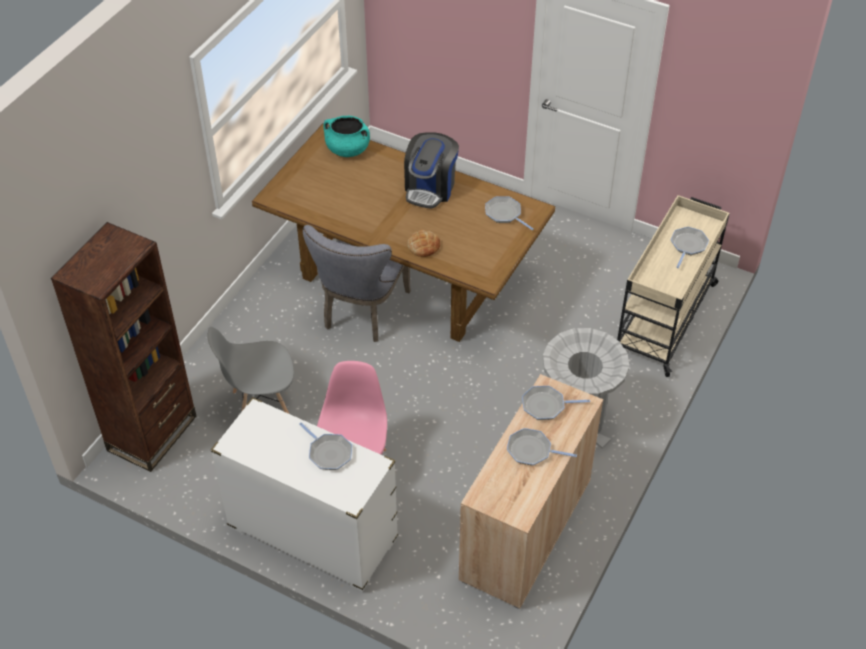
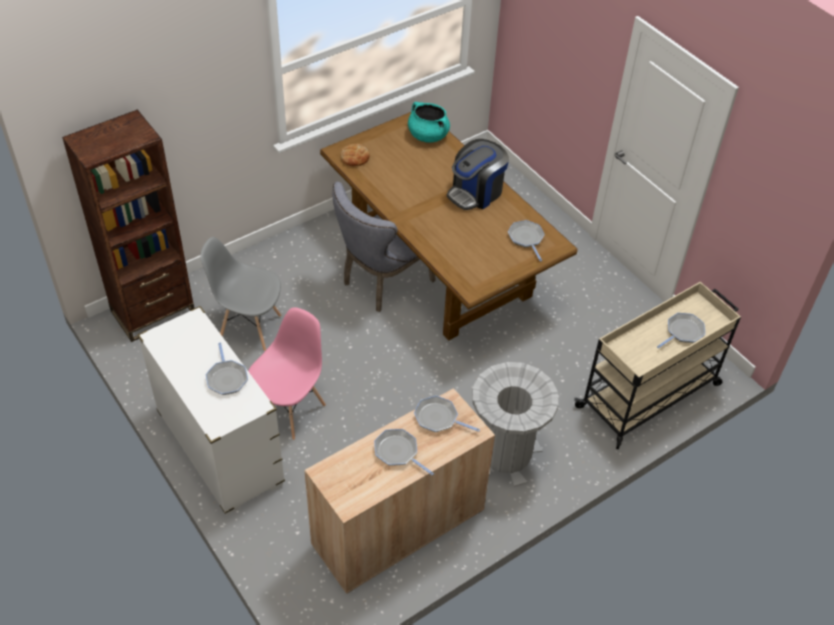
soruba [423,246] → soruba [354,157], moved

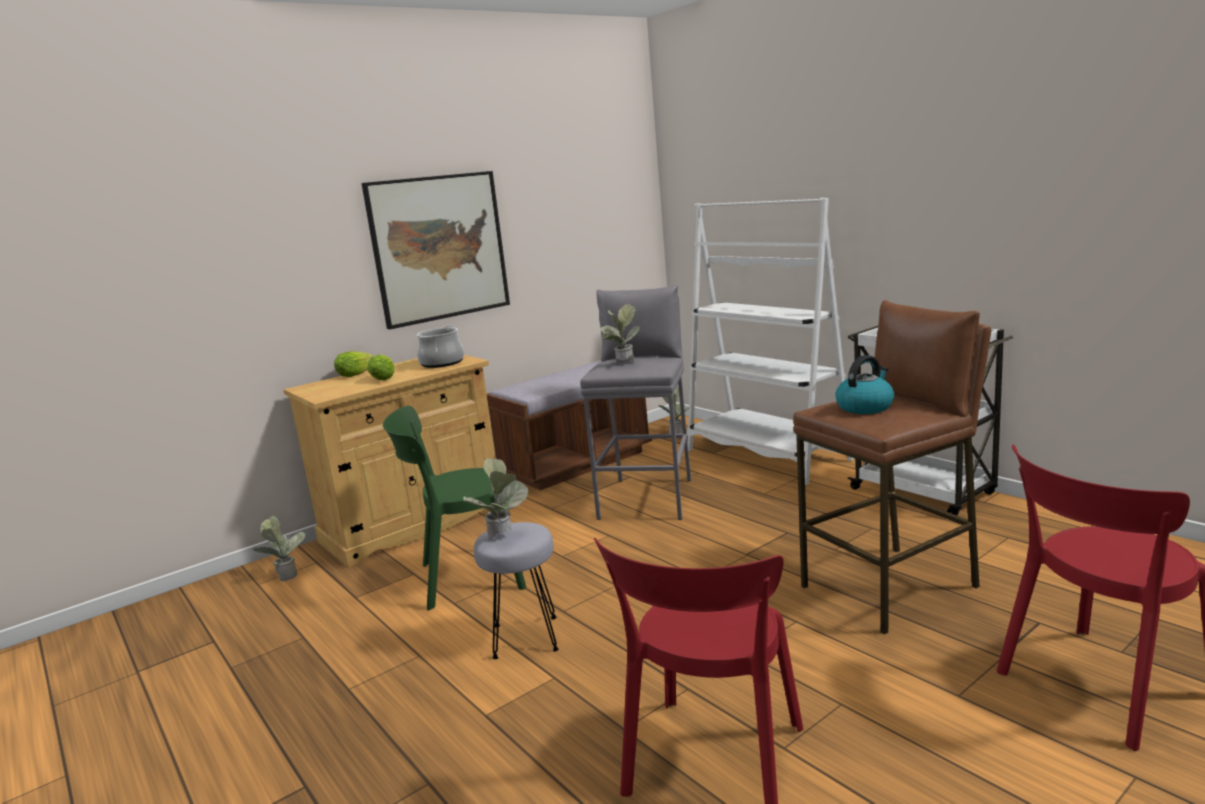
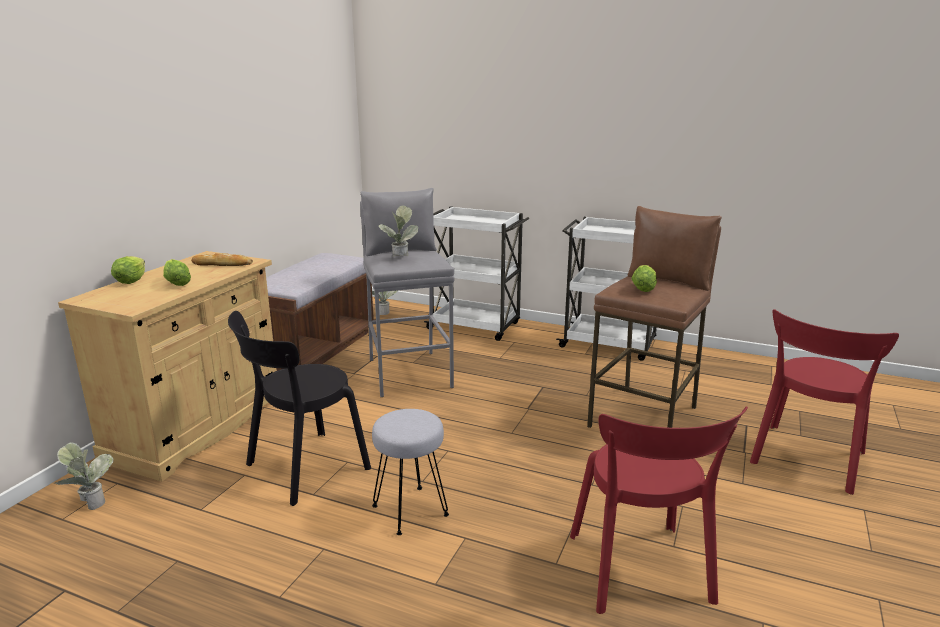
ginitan [439,248] → -
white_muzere [767,455] → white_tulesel [475,326]
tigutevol [442,363] → soruba [222,264]
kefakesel [865,407] → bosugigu [644,287]
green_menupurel [465,577] → black_menupurel [302,469]
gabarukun [503,537] → -

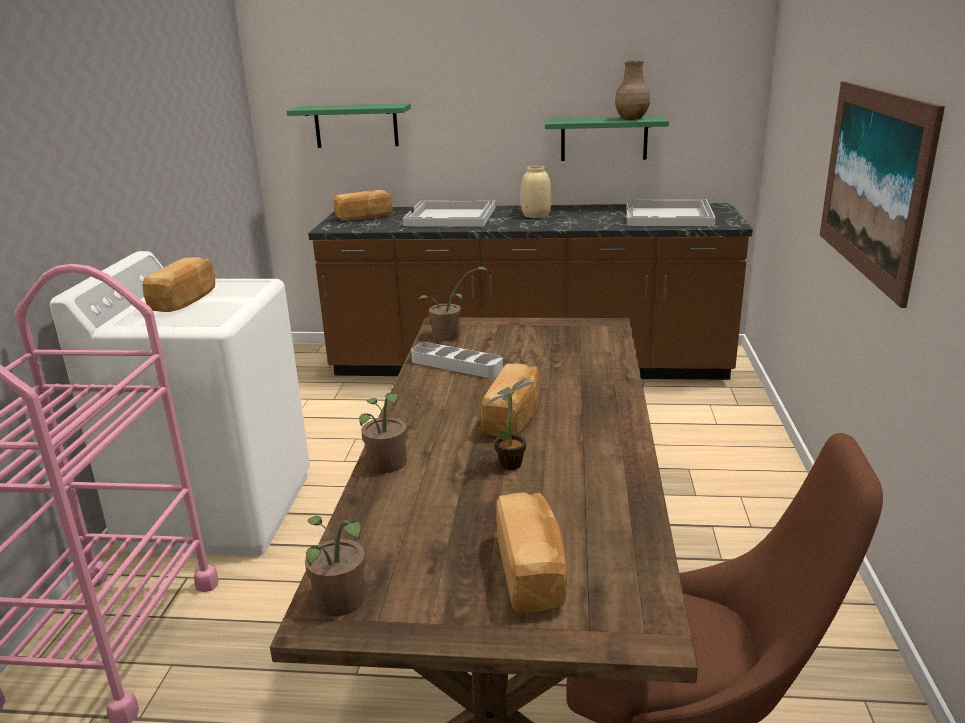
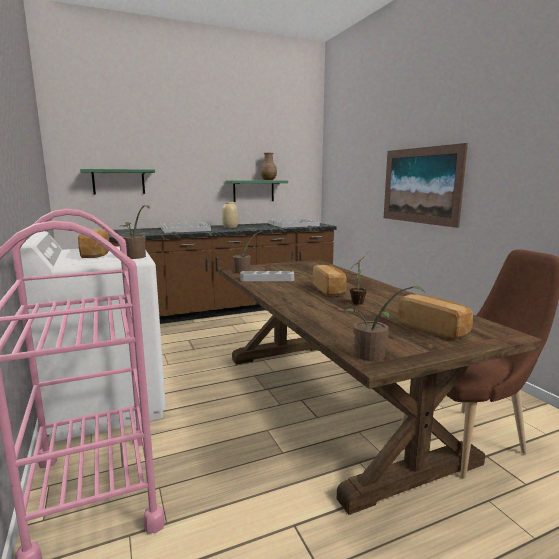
soruba [364,217] → -
gabarukun [386,466] → gabarukun [135,257], moved

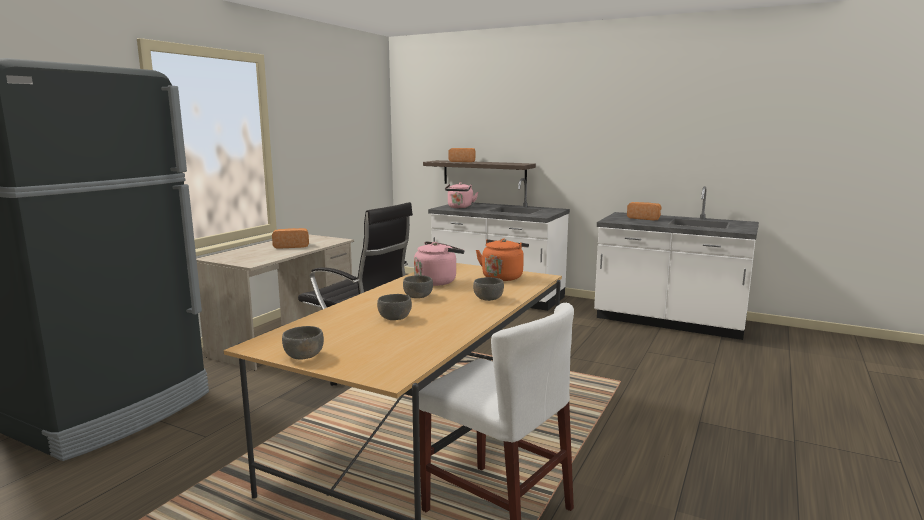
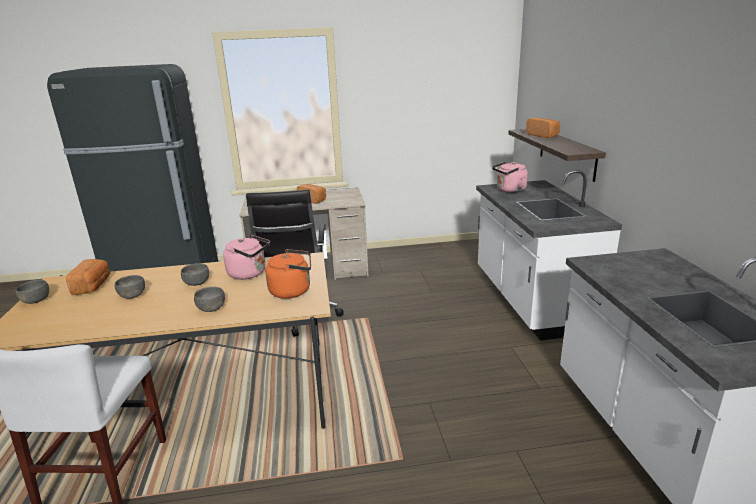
soruba [644,218] → soruba [93,286], moved

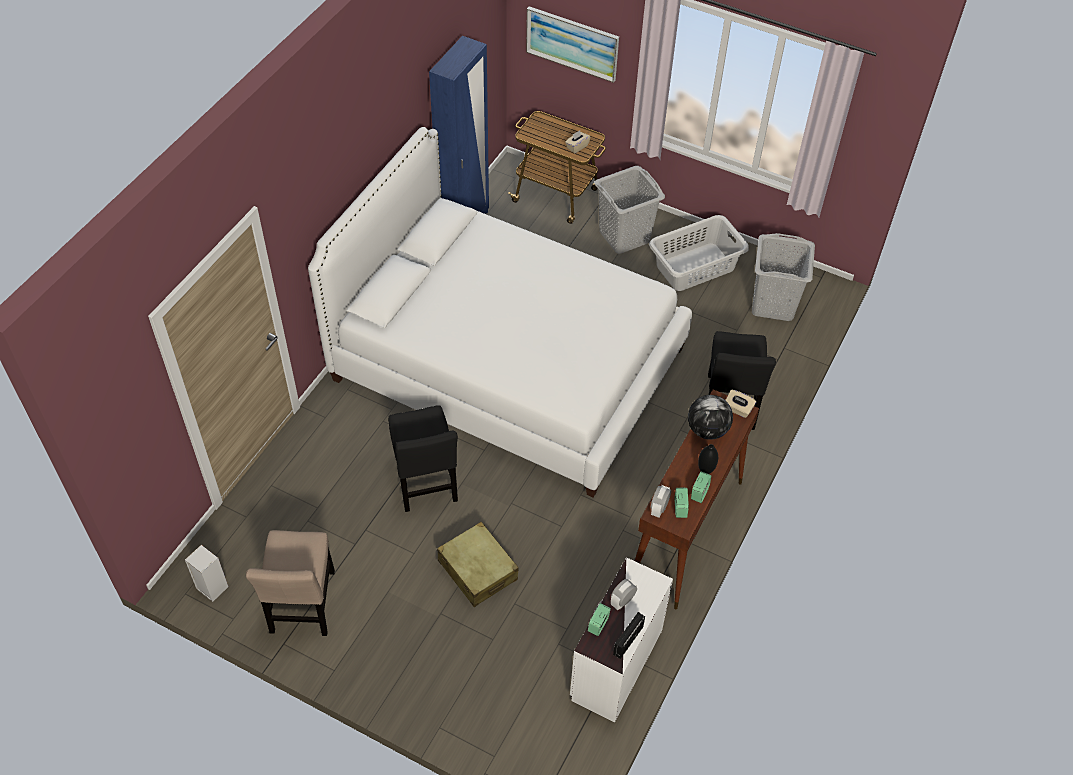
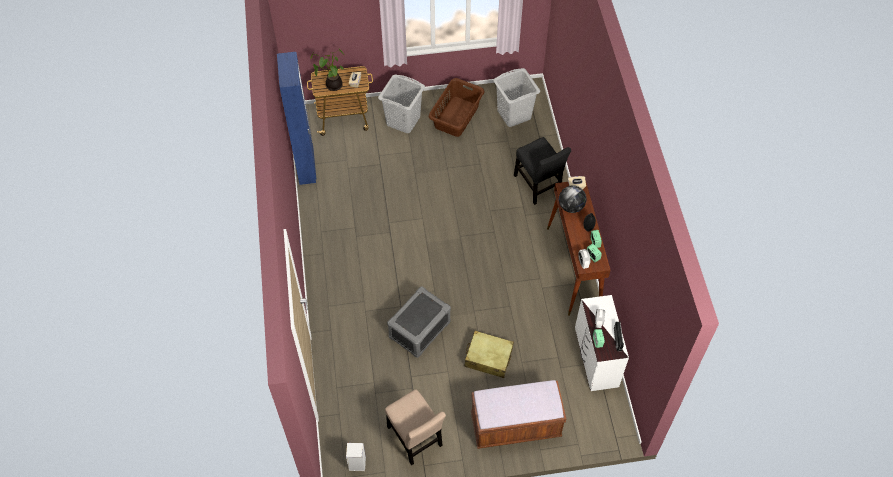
ginitan [572,43] → -
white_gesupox [508,363] → -
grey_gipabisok [696,267] → brown_gipabisok [457,116]
black_menupurel [425,482] → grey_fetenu [419,329]
- → gabarukun [332,85]
- → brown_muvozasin [515,426]

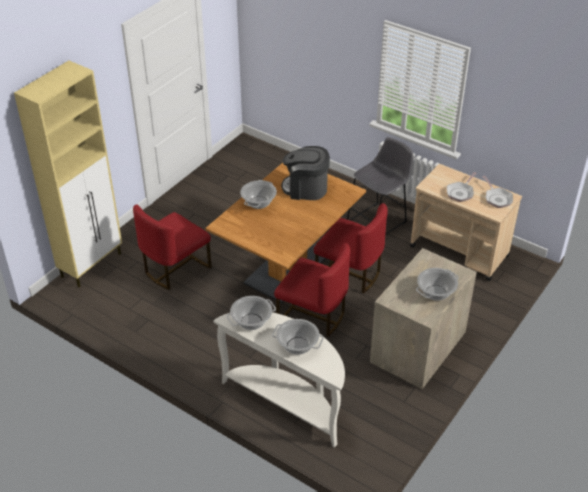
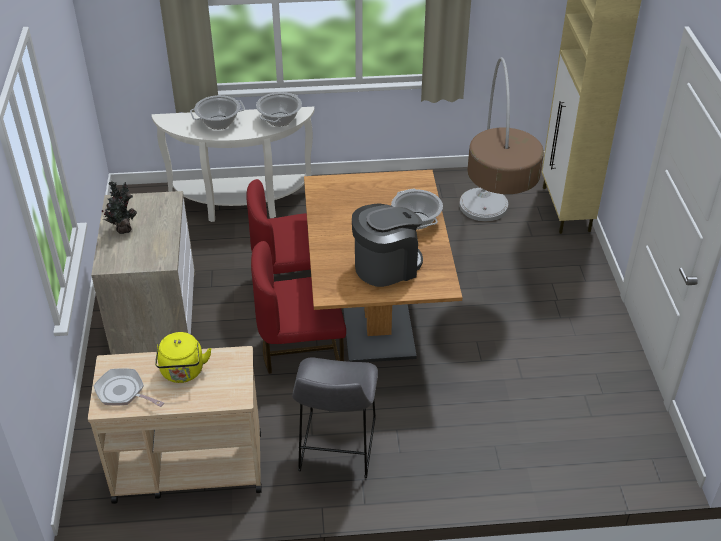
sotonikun [461,192] → yellow_kefakesel [183,372]
red_menupurel [175,268] → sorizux [487,250]
tigutevol [435,293] → gabarukun [123,228]

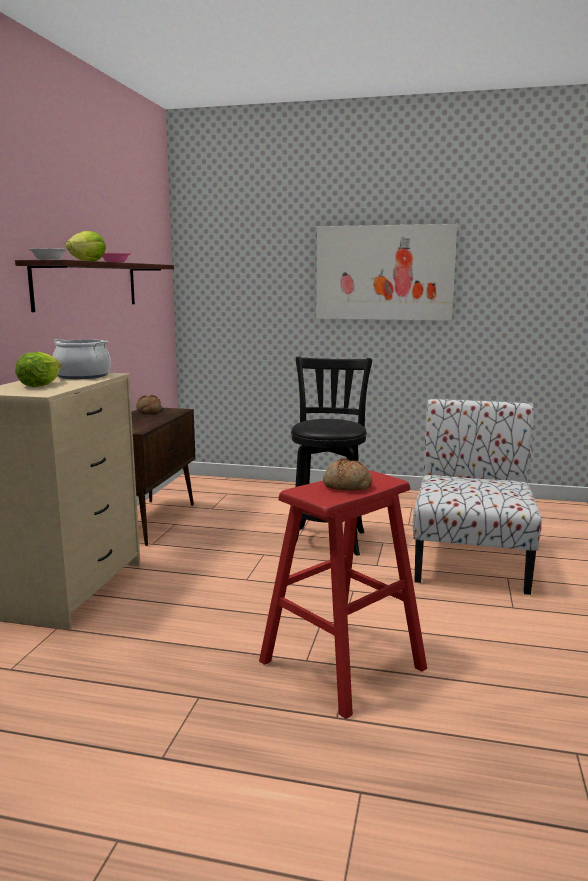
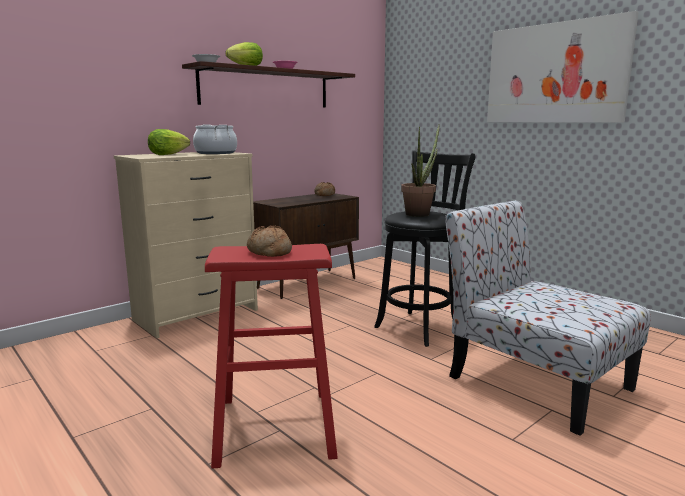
menupurel [470,560] → menupurel [534,381], 90 degrees counterclockwise
- → gabarukun [420,213]

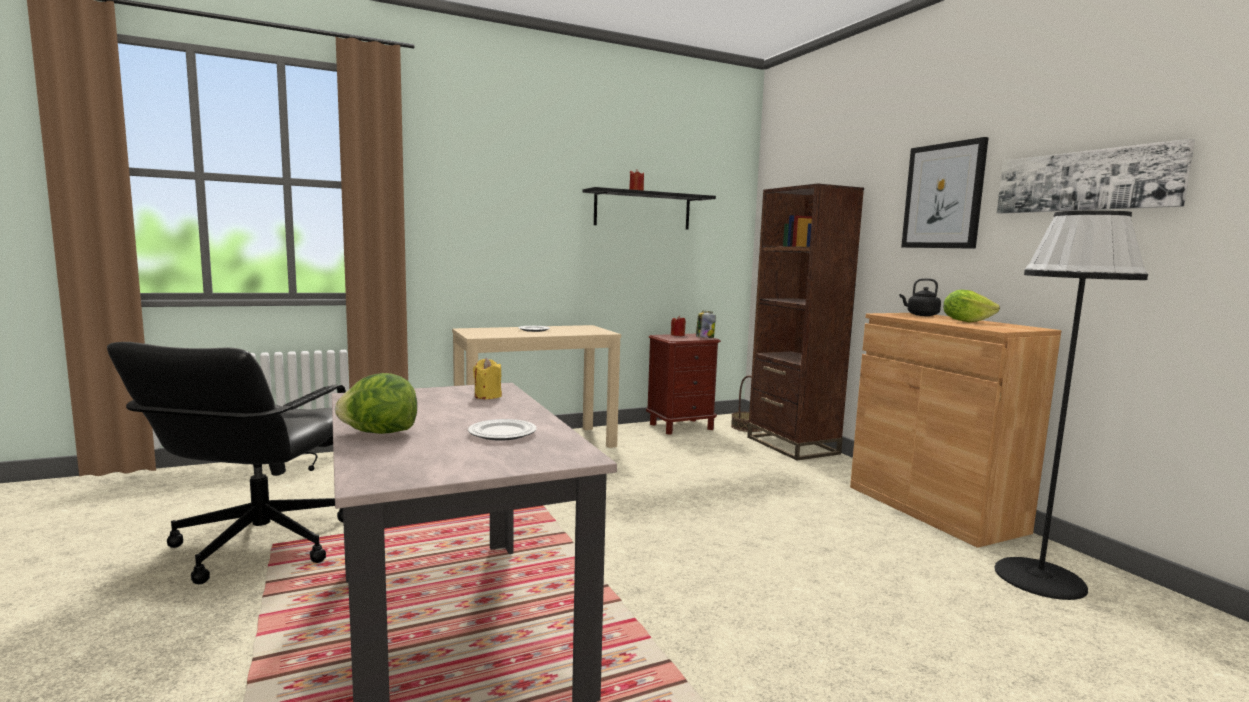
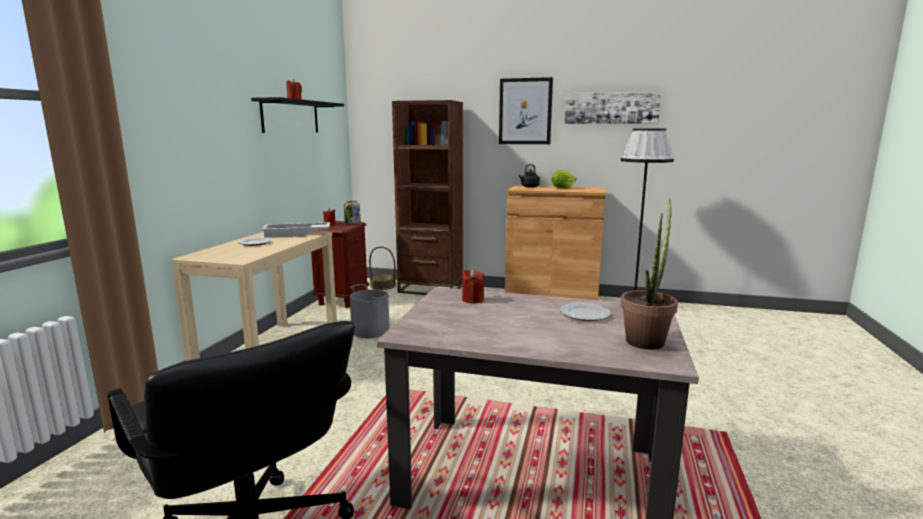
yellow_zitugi [487,396] → red_zitugi [473,300]
bosugigu [379,433] → -
- → gabarukun [647,339]
- → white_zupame [297,234]
- → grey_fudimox [370,331]

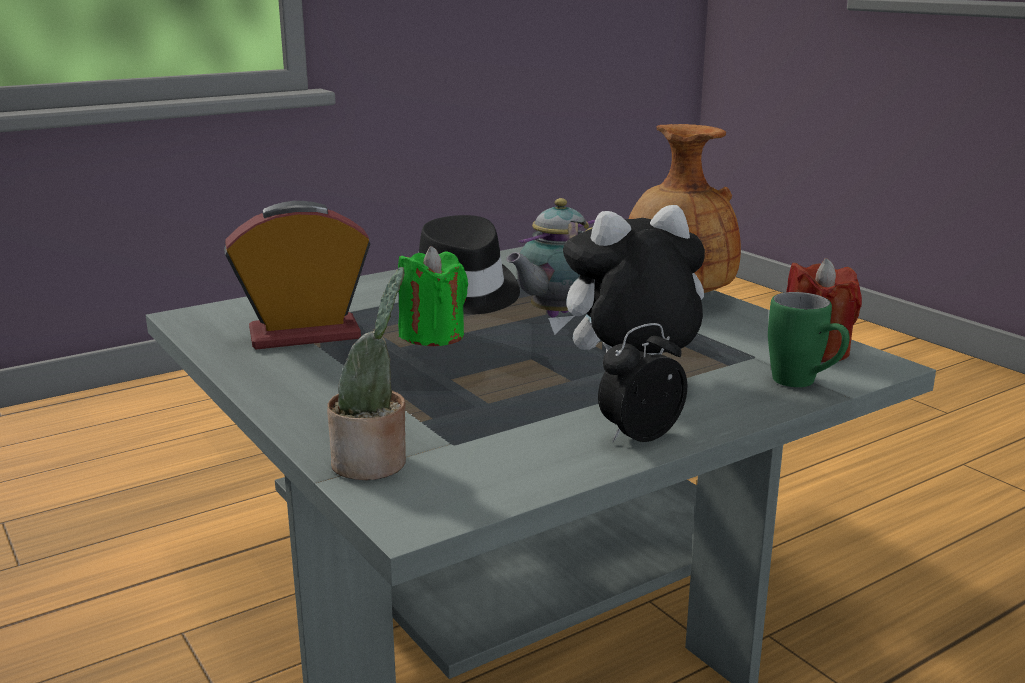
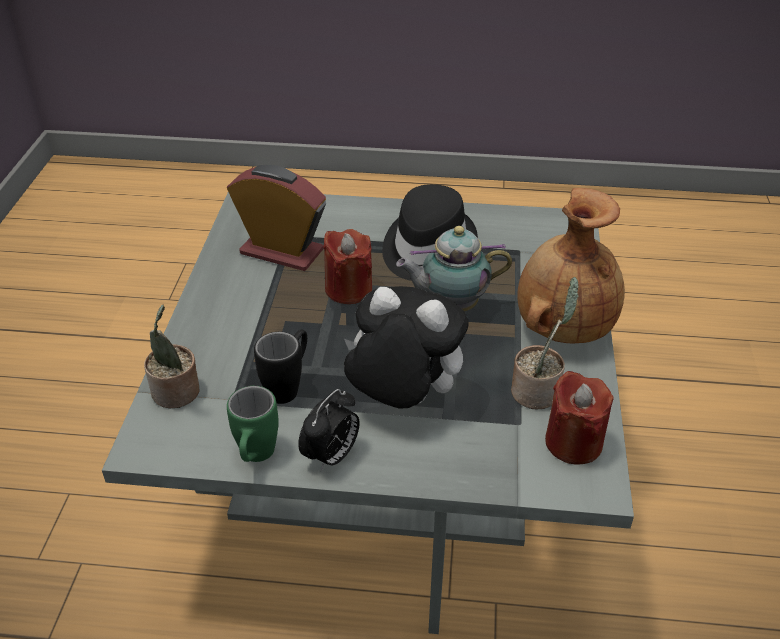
green_zitugi [432,335] → red_zitugi [348,289]
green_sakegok [804,384] → green_sakegok [255,458], moved
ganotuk [639,436] → ganotuk [331,456], 120 degrees clockwise
- → gabarukun [538,391]
- → black_sakegok [288,386]

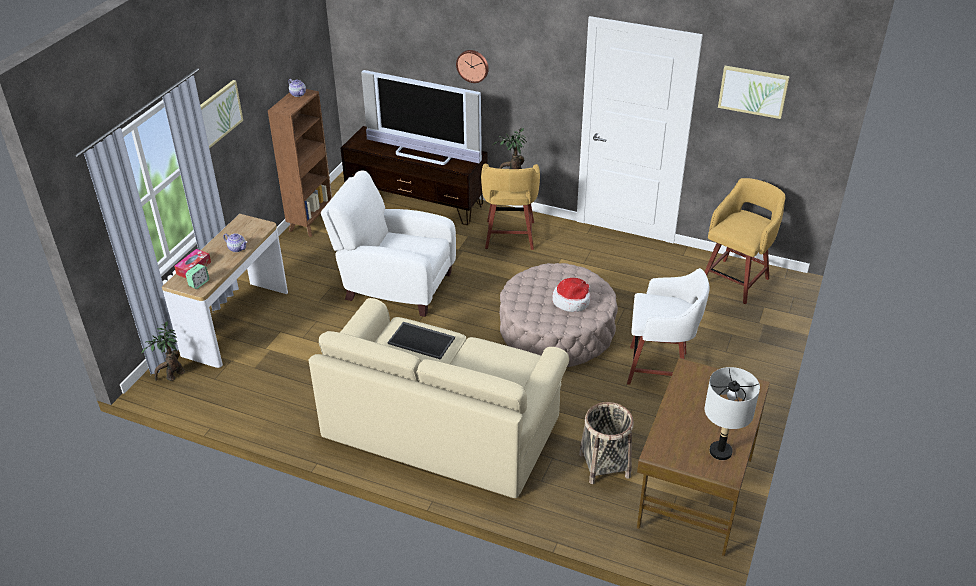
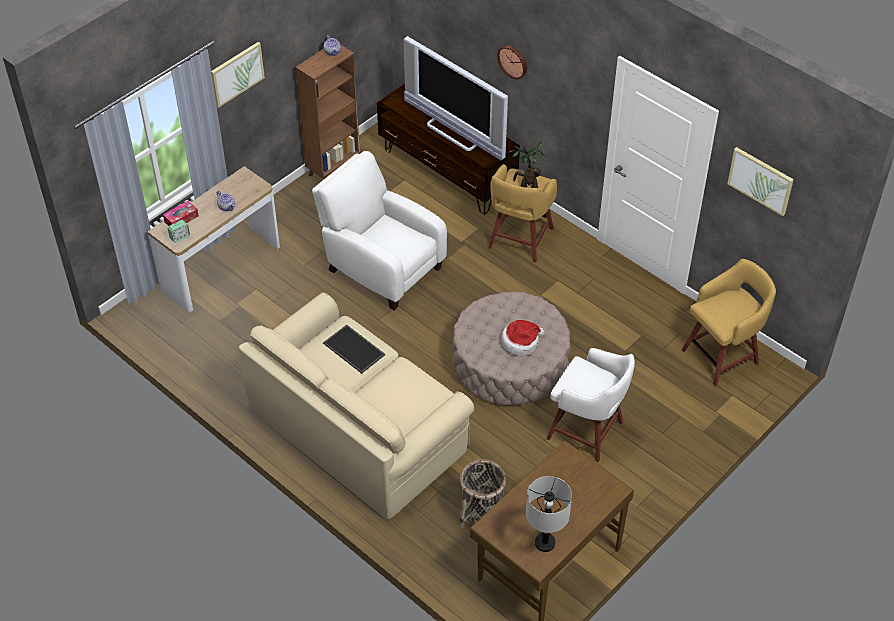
gabarukun [172,376] → -

